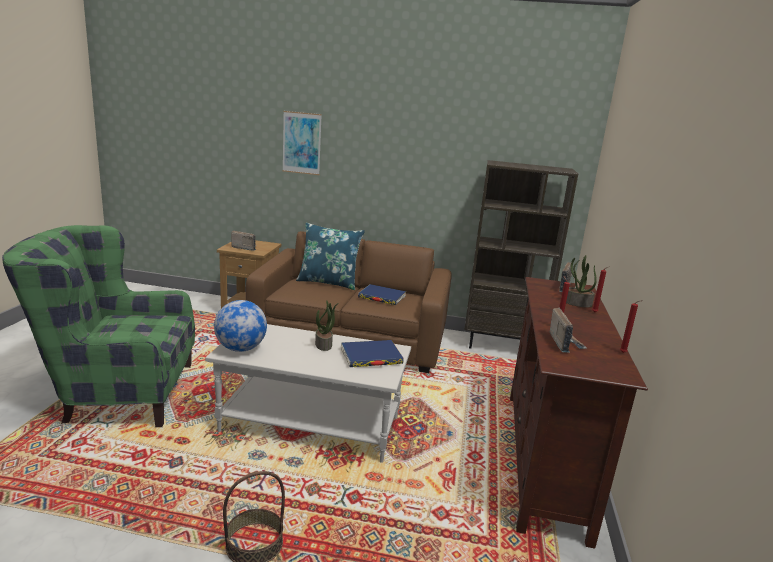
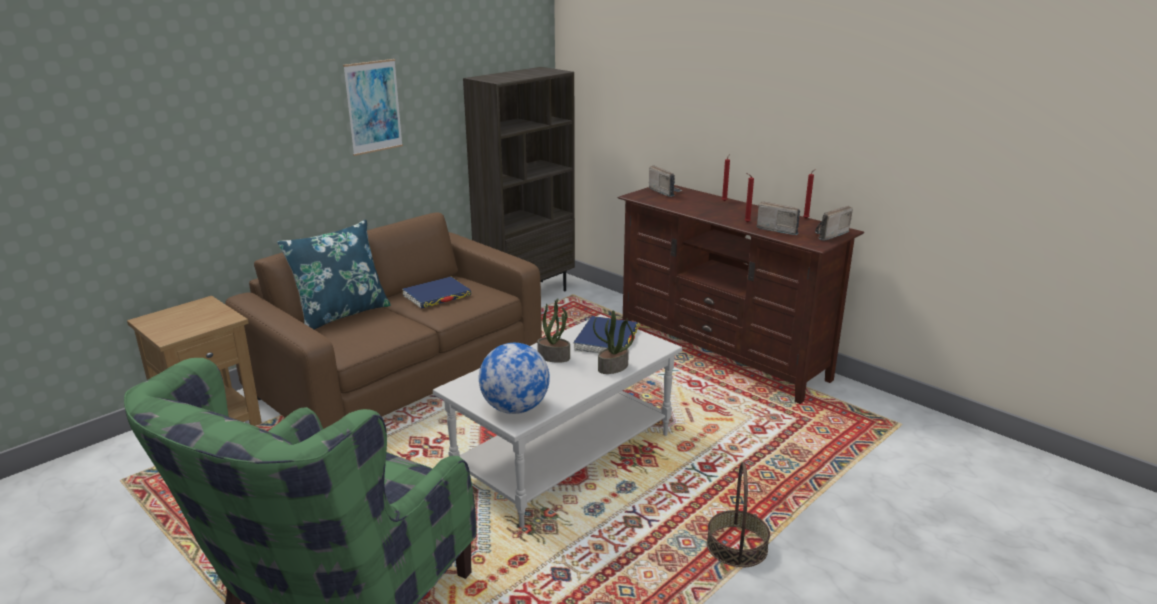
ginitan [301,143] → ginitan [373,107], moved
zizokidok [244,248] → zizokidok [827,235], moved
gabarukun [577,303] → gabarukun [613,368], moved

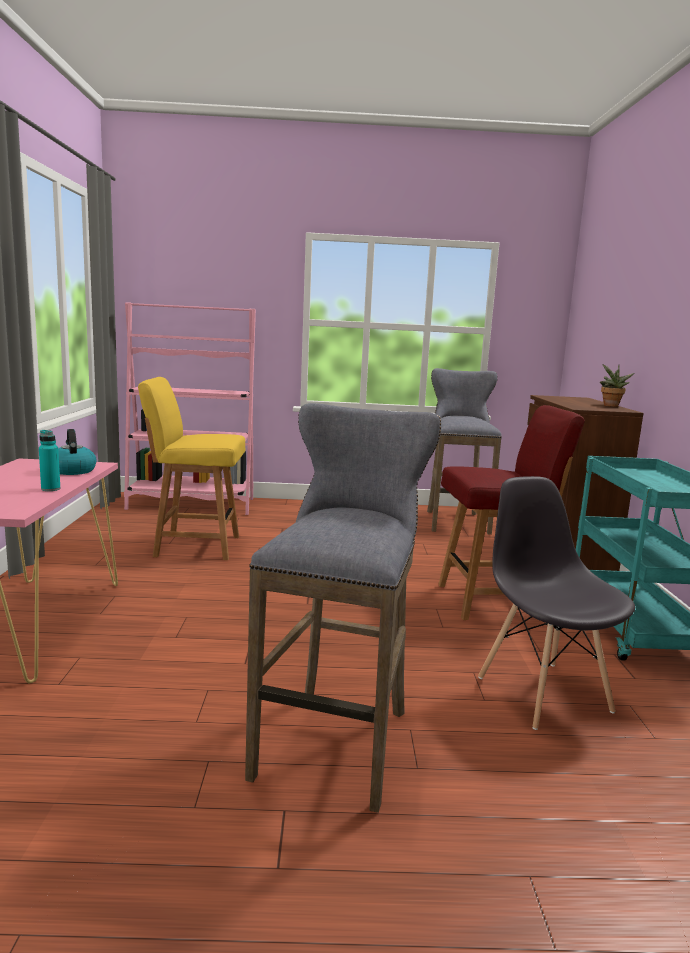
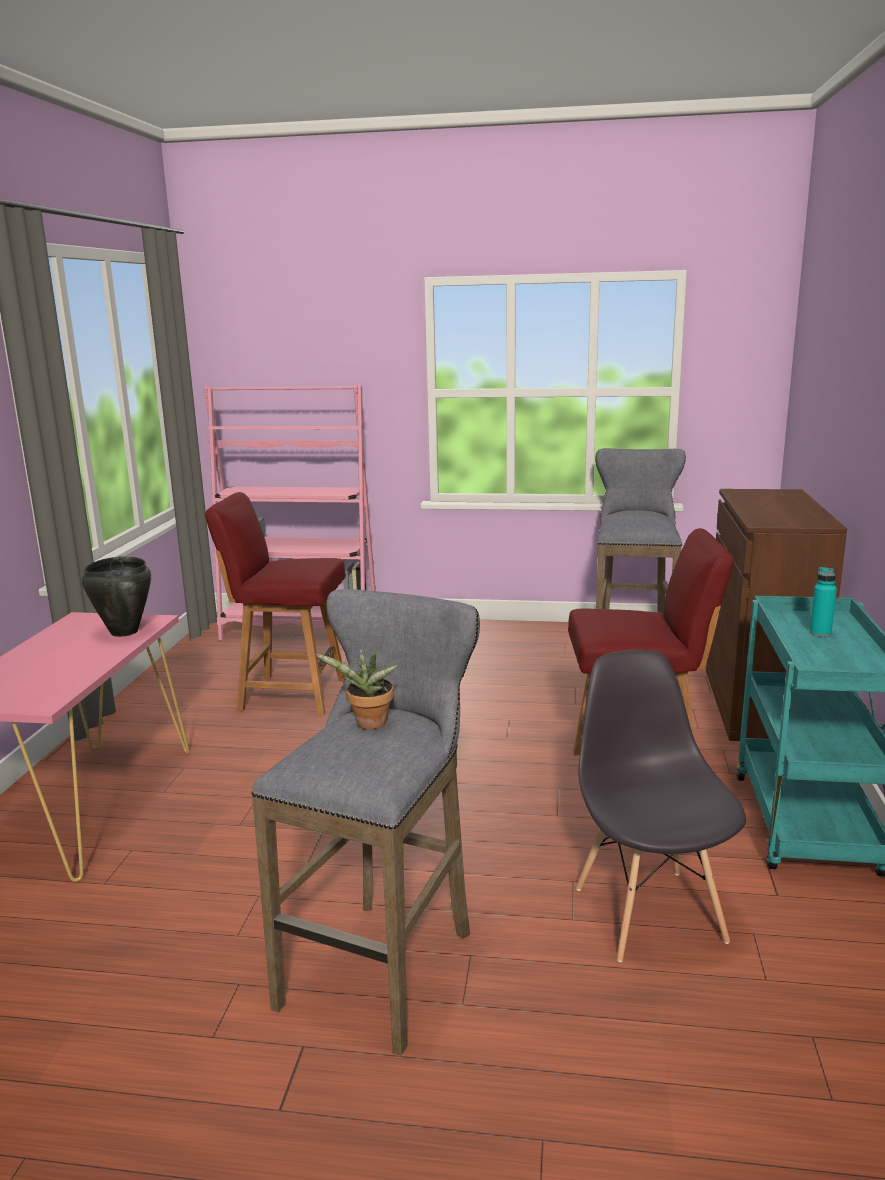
gabarukun [610,406] → gabarukun [368,725], moved
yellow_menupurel [195,546] → red_menupurel [290,694]
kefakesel [72,470] → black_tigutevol [123,632]
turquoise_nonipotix [50,489] → turquoise_nonipotix [820,633], moved

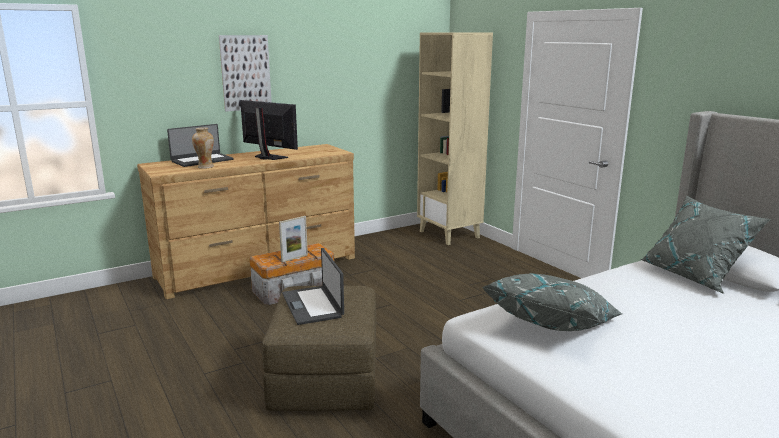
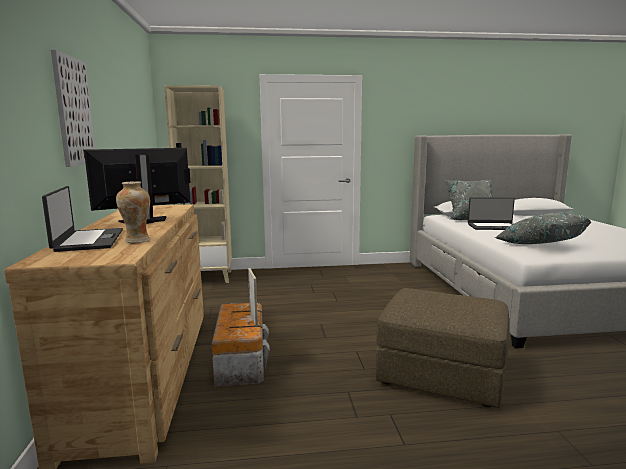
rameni [313,305] → rameni [493,227], moved

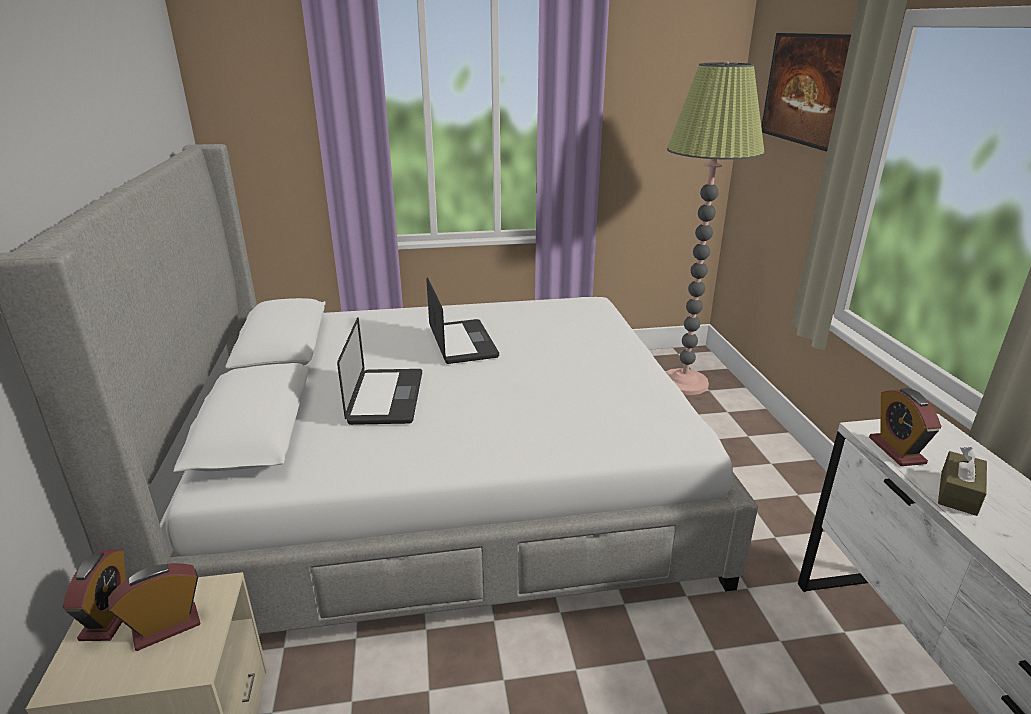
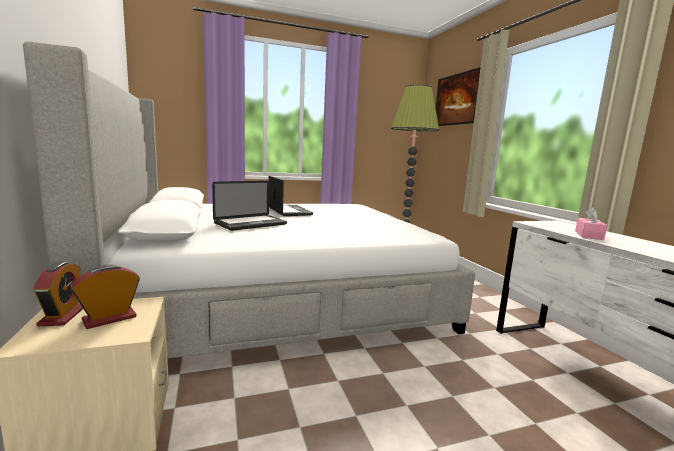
rameni [386,397] → rameni [250,224], 60 degrees clockwise
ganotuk [896,450] → -
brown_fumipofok [958,493] → pink_fumipofok [588,235]

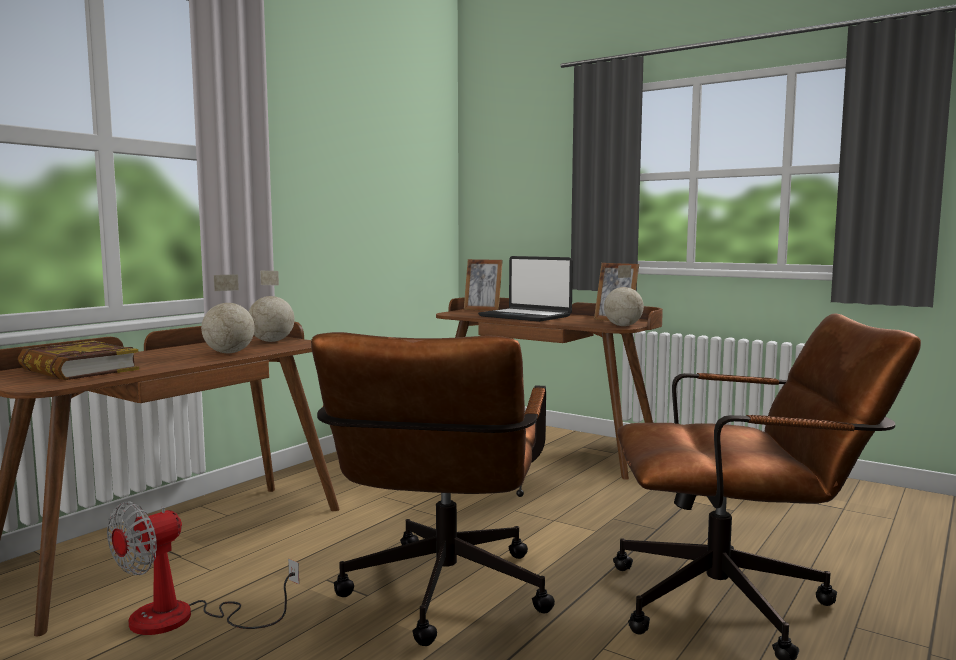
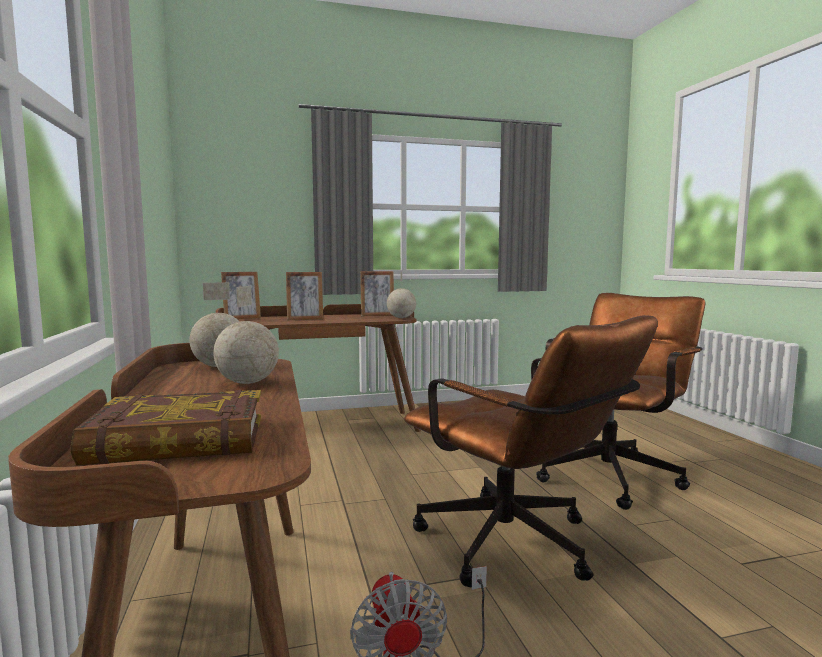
rameni [525,316] → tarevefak [305,319]

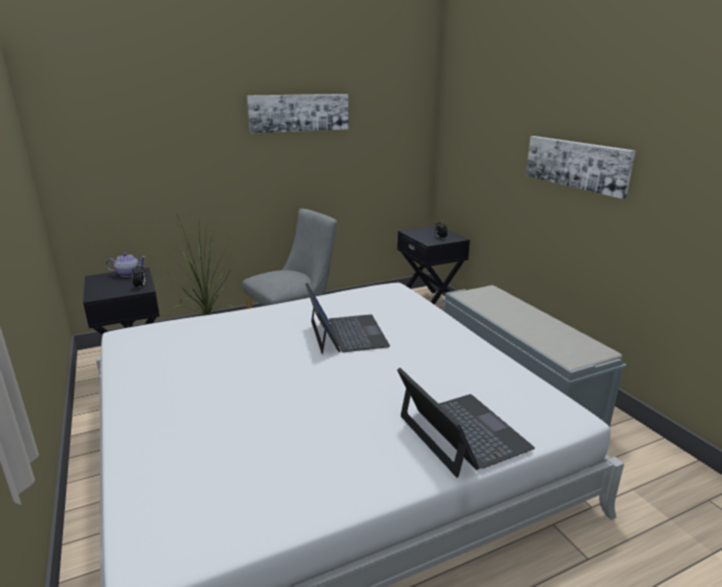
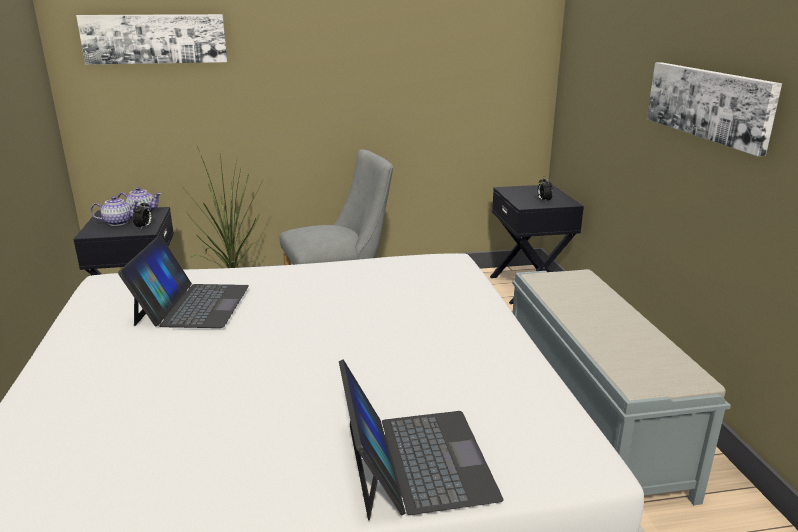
ginitan [299,113] → ginitan [155,39], moved
rameni [346,333] → rameni [192,305], moved
- → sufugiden [118,222]

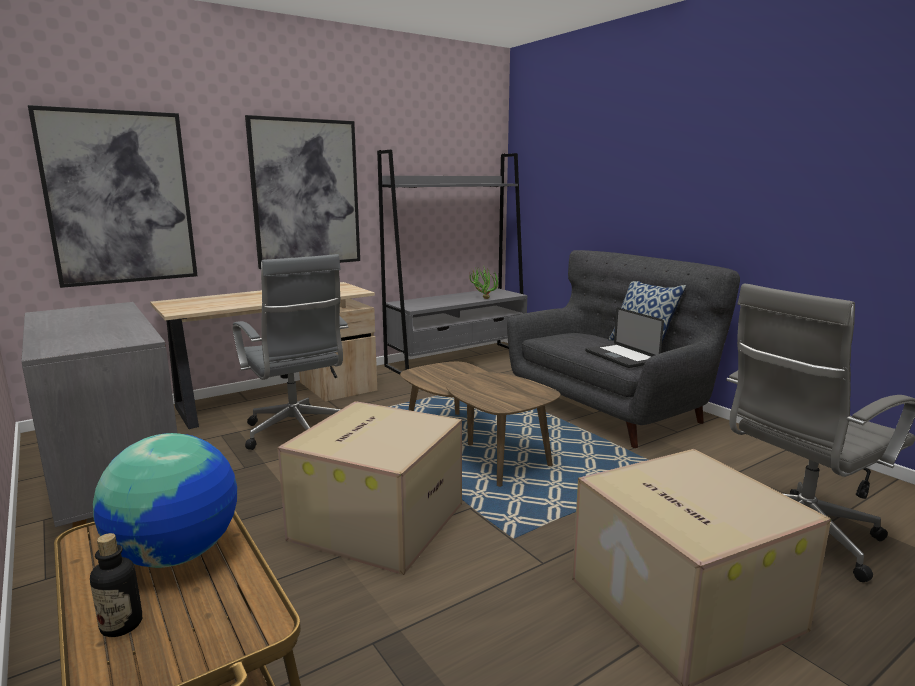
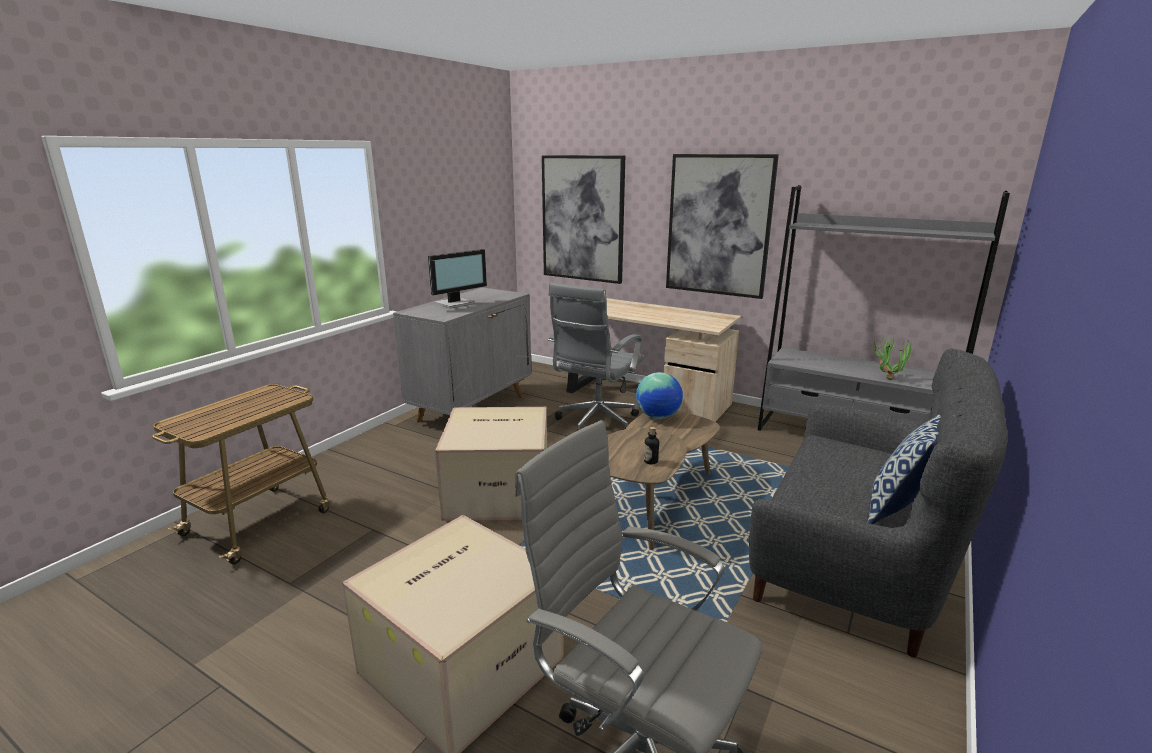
rameni [621,357] → -
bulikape [177,554] → bulikape [658,416], moved
nonipotix [121,625] → nonipotix [650,461], moved
- → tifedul [455,303]

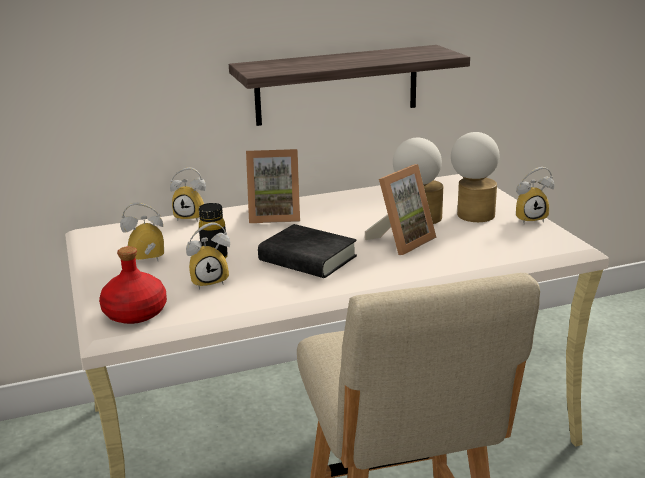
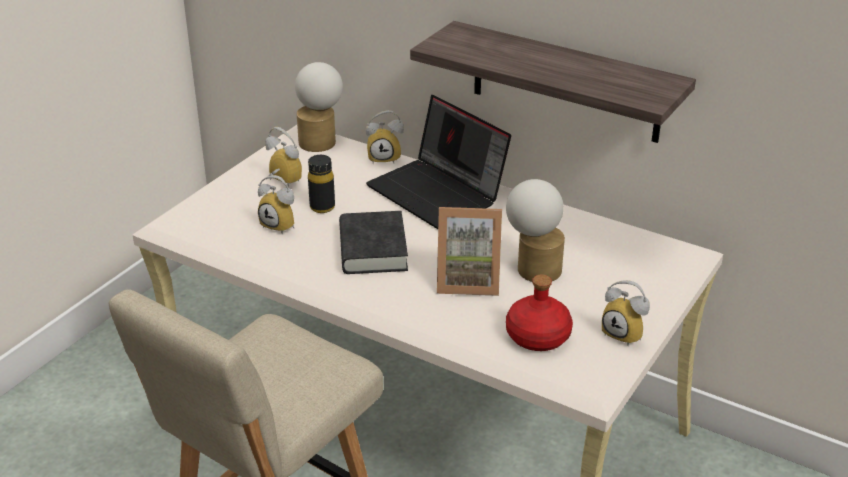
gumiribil [473,213] → gumiribil [321,140], moved
tarevefak [274,216] → rameni [438,193]
ganotuk [192,217] → ganotuk [385,158], 60 degrees counterclockwise
red_nonipotix [134,313] → red_nonipotix [537,336], moved

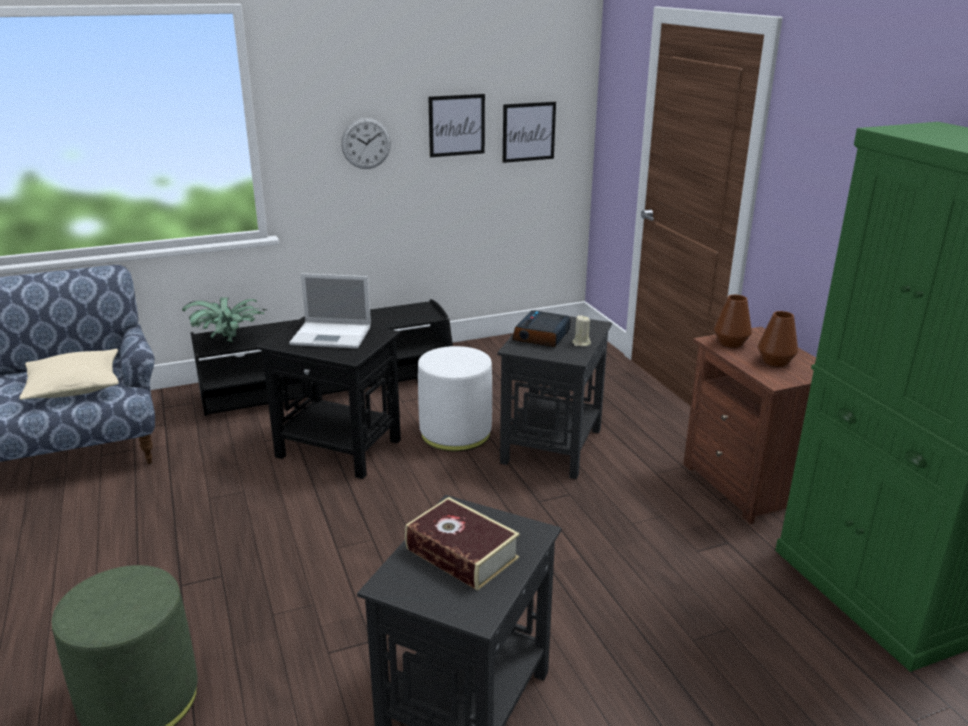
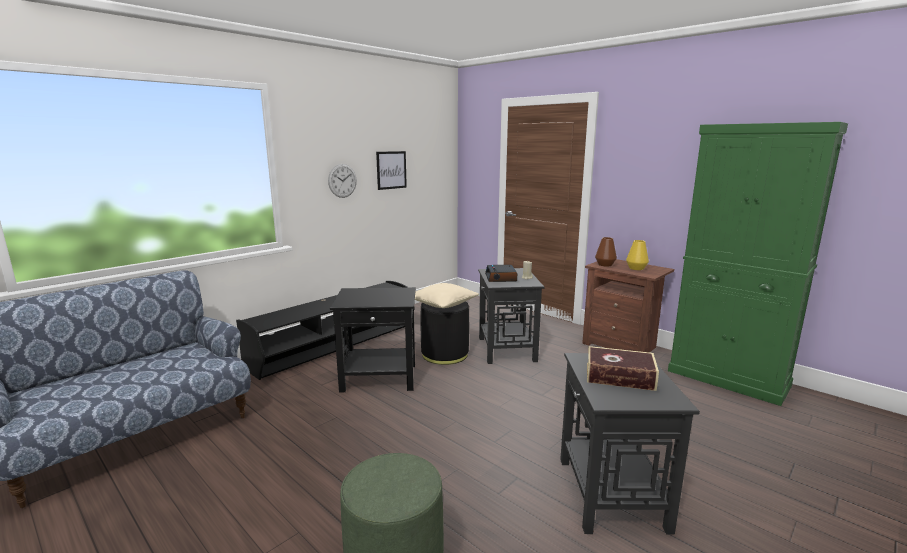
ginitan [528,132] → -
rameni [333,335] → -
gabarukun [228,342] → -
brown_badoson [775,361] → yellow_badoson [636,268]
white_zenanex [455,433] → black_zenanex [445,354]
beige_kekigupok [74,387] → beige_kekigupok [442,304], moved

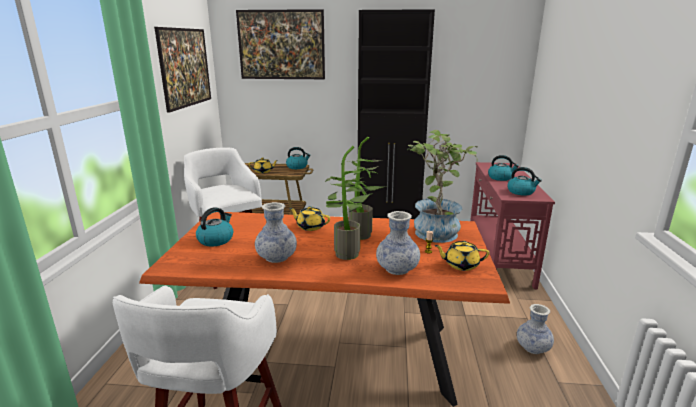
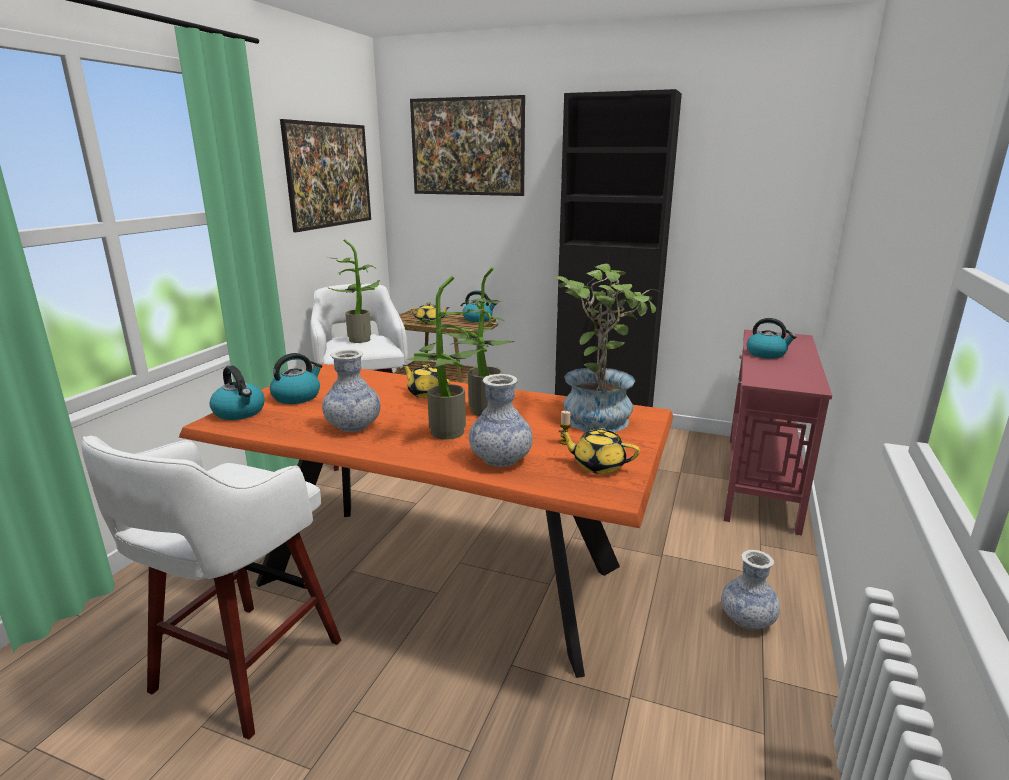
kefakesel [521,192] → kefakesel [240,412], moved
- → gabarukun [361,339]

